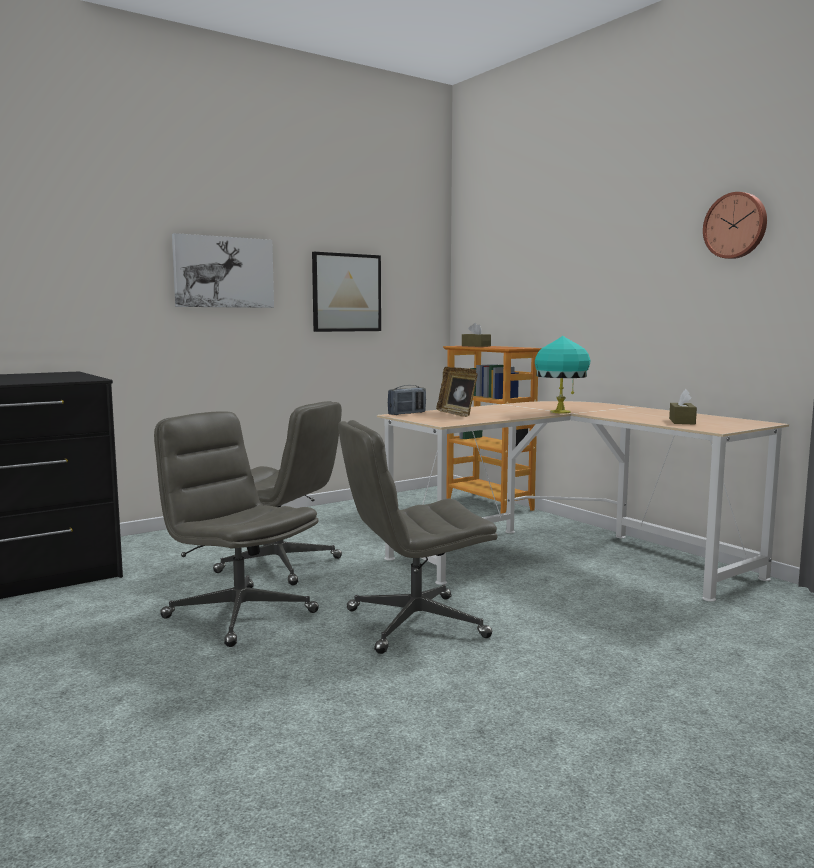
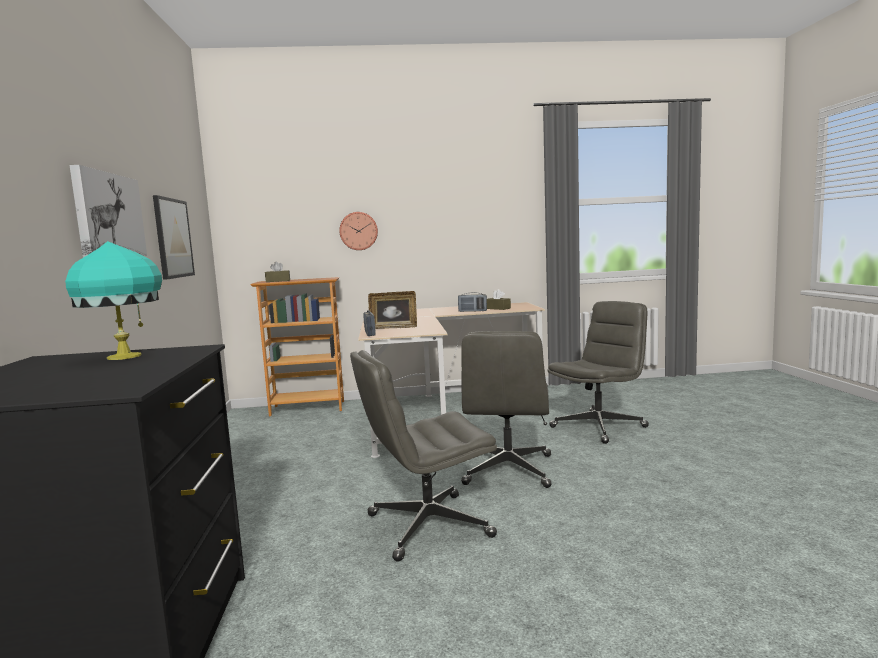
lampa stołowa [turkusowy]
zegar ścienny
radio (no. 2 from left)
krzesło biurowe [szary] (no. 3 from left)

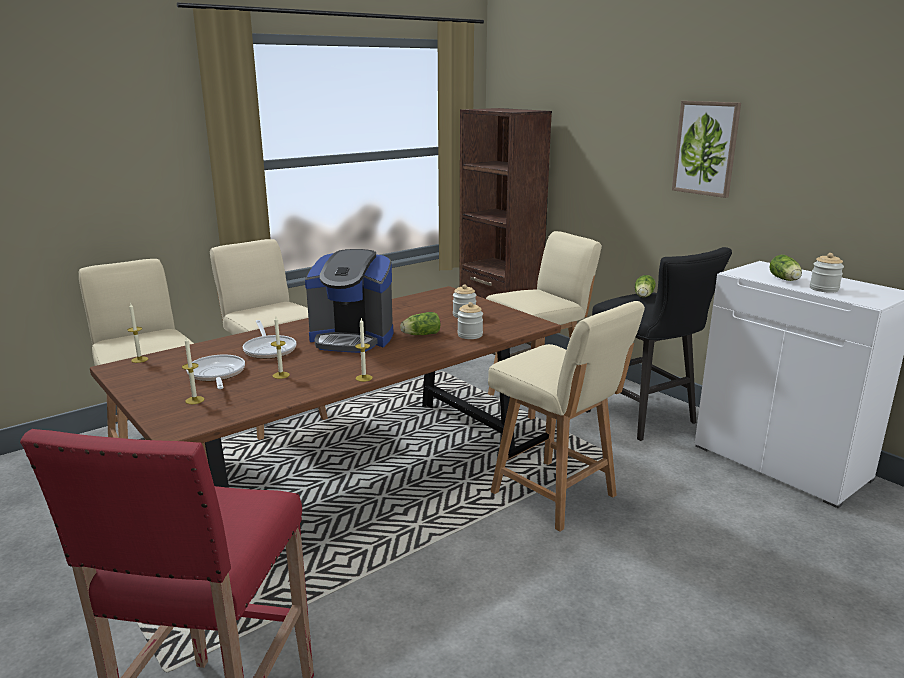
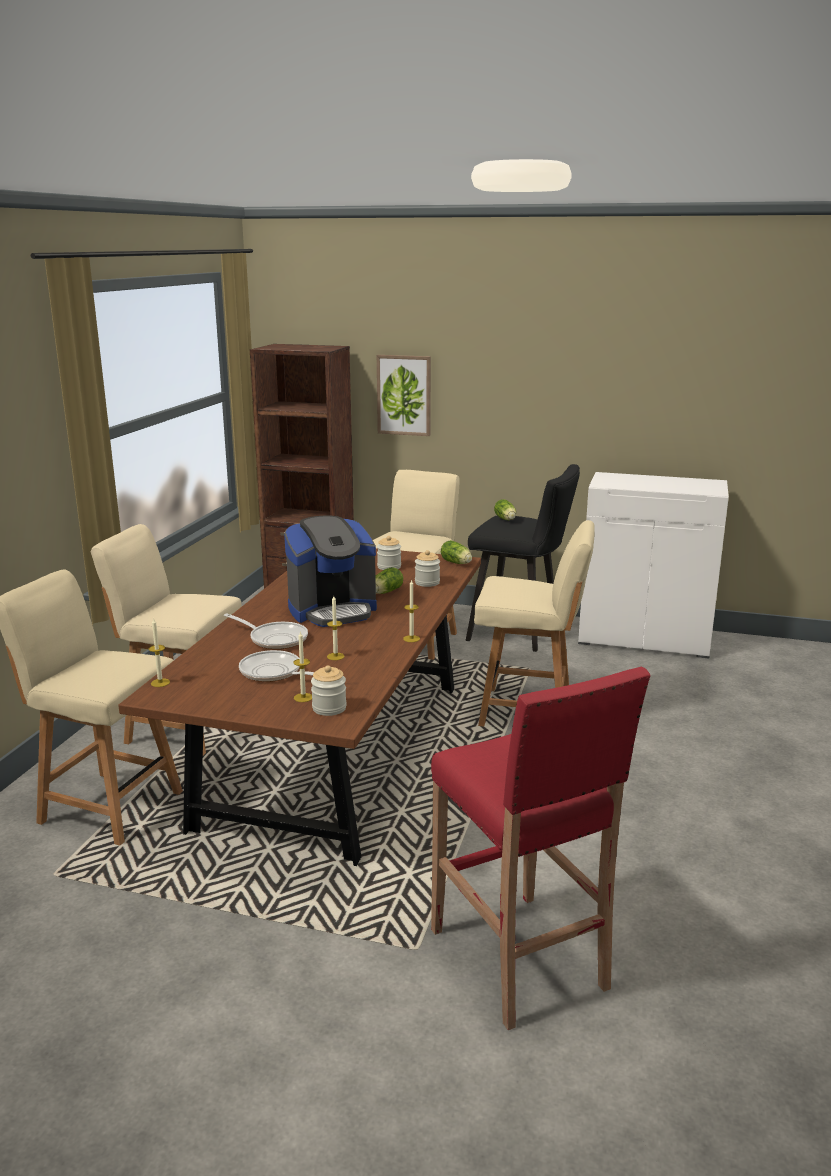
słoik (no. 1 from left)
obraz
sałata (no. 2 from left)

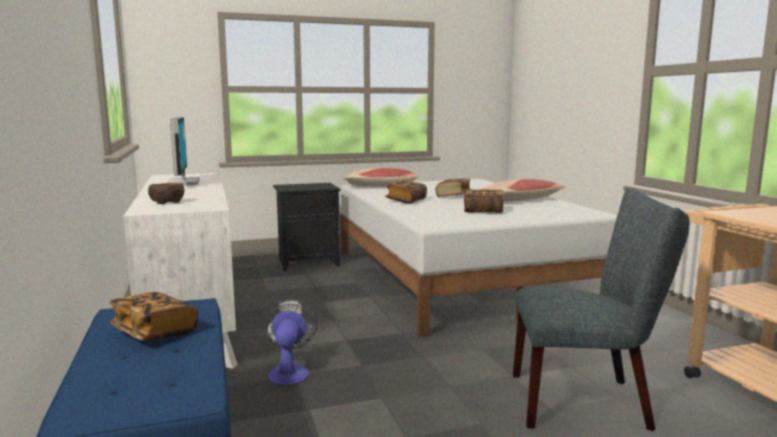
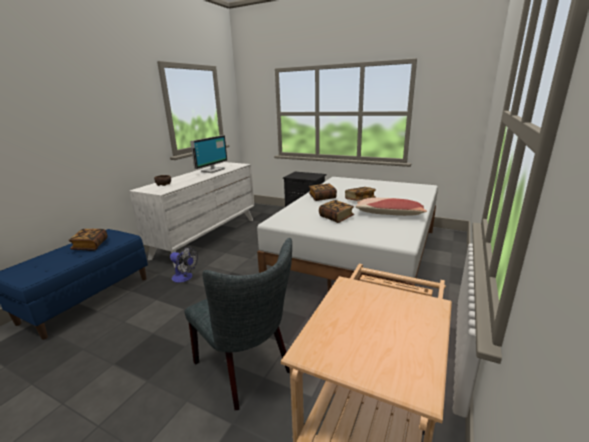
wentylator
poduszka (no. 1 from left in the first image)

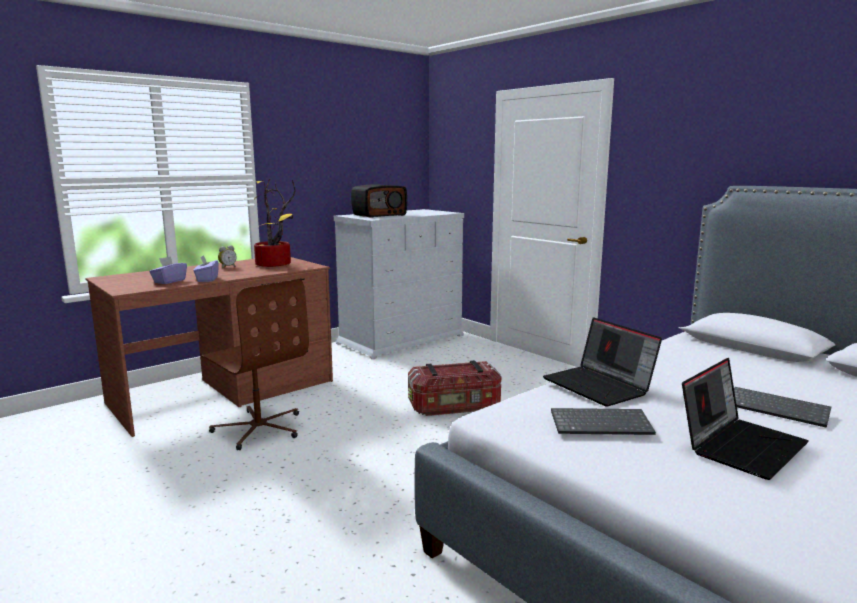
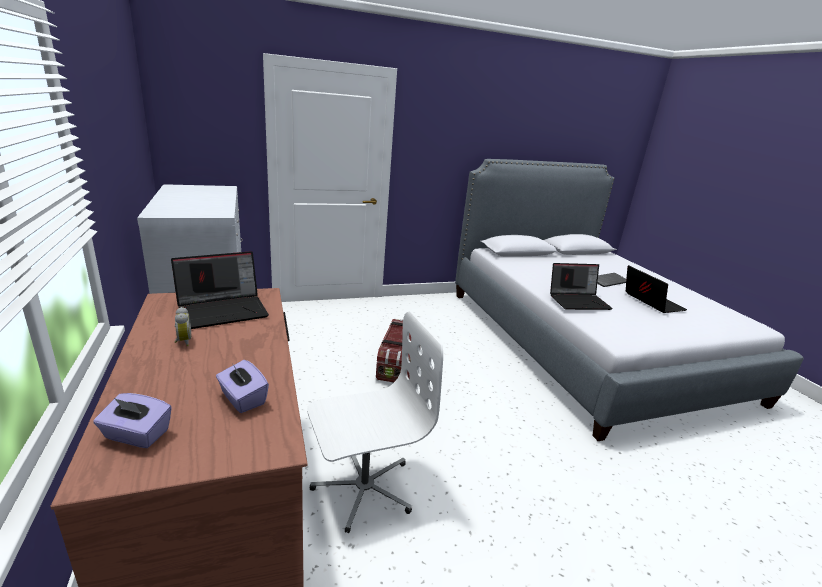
pudełko chusteczek [fioletowy] (no. 1 from left)
laptop (no. 1 from left)
krzesło biurowe [biały]
radio
klawiatura (no. 1 from left in the first image)

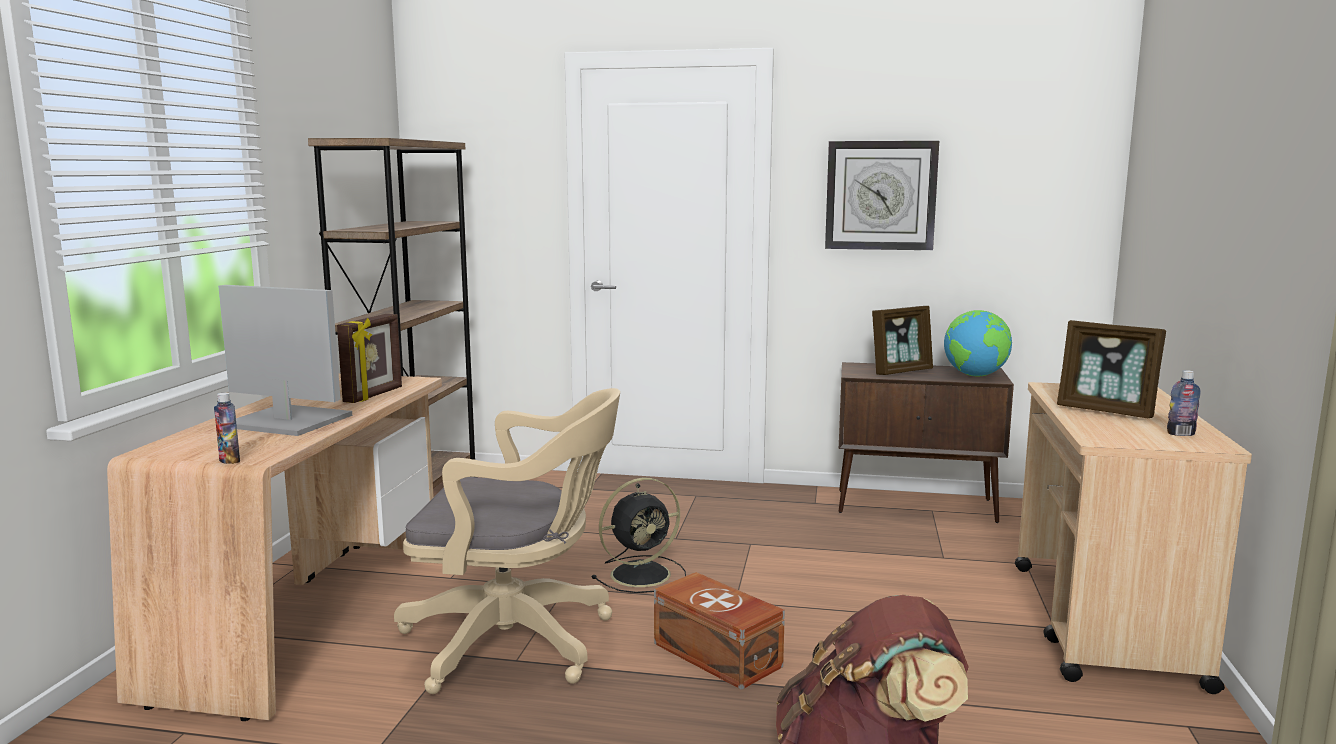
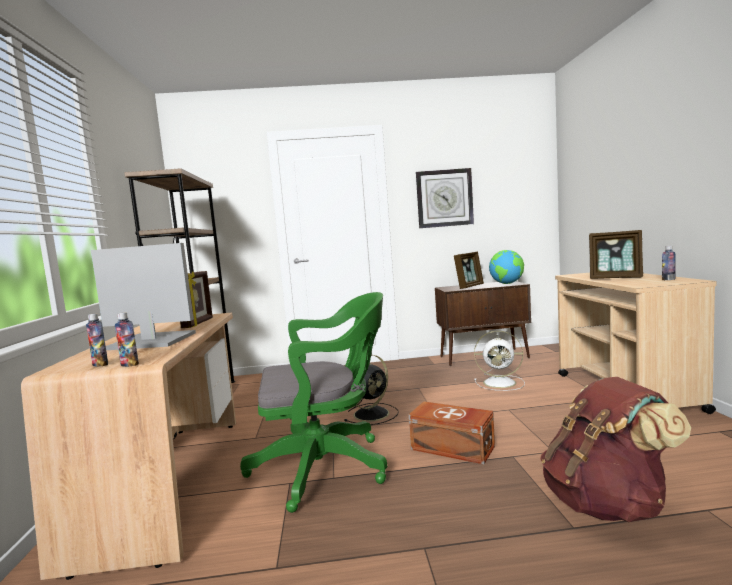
butelka (no. 1 from left)
krzesło biurowe [zielony]
wentylator [biały]

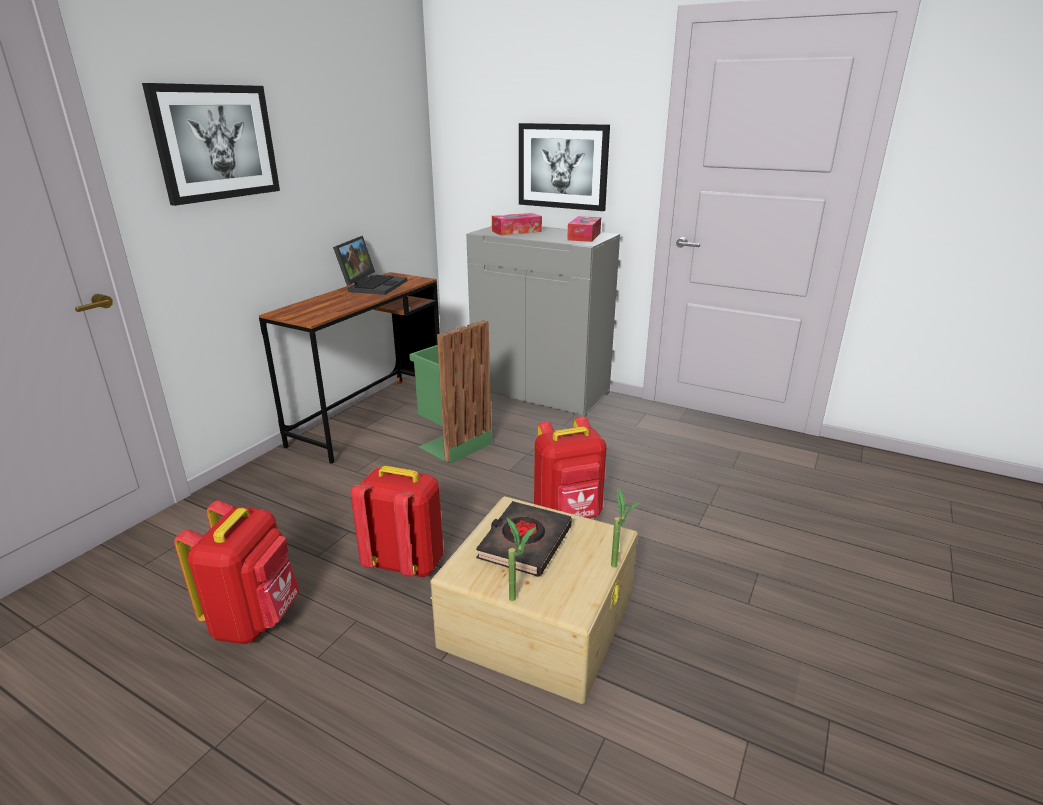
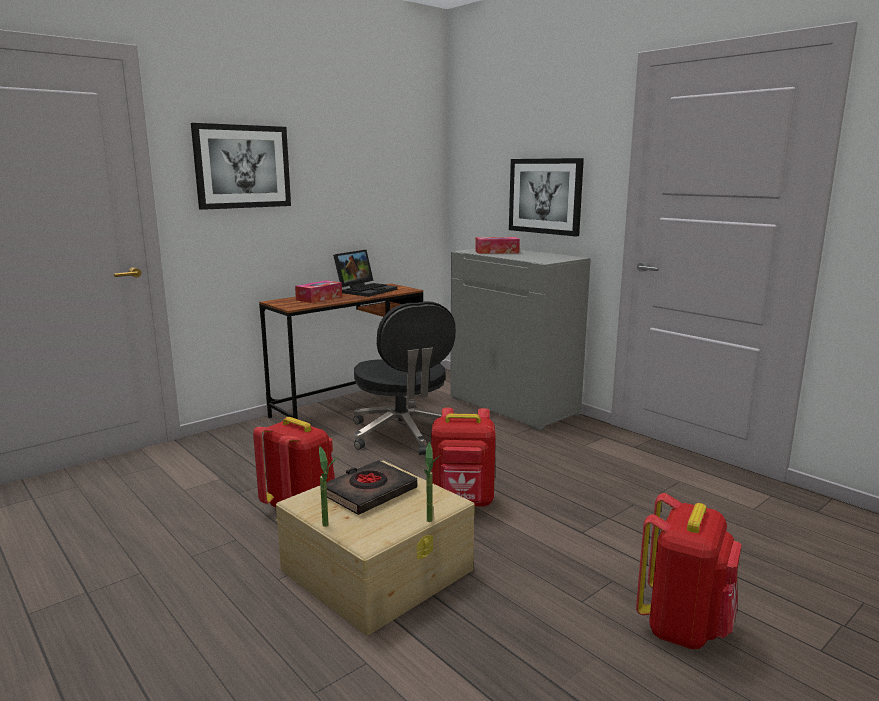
pudełko chusteczek (no. 1 from left)
krzesło biurowe [czarny]
plecak [czerwony] (no. 3 from left)

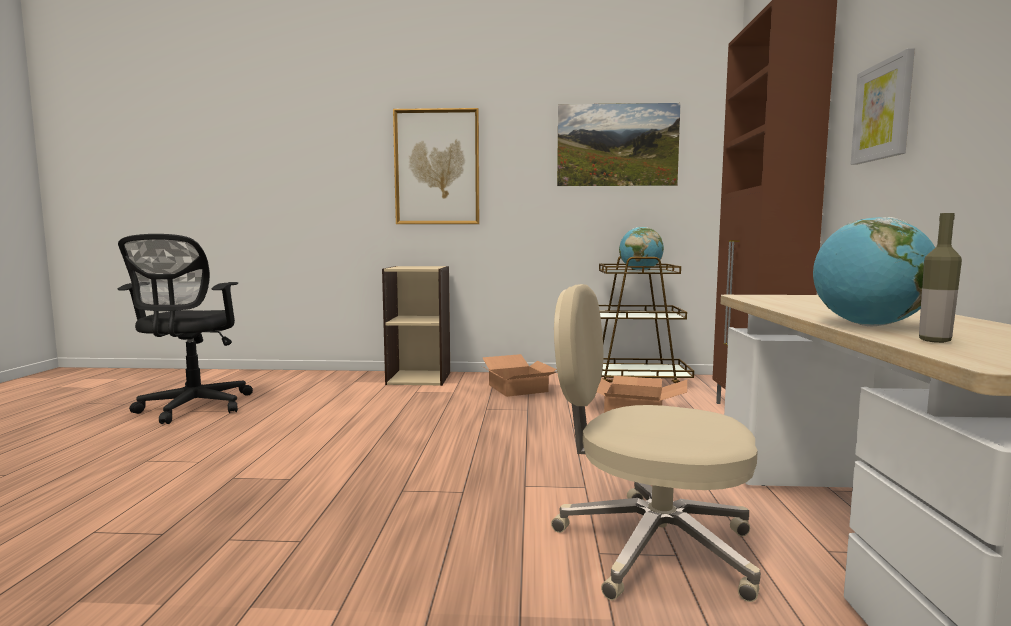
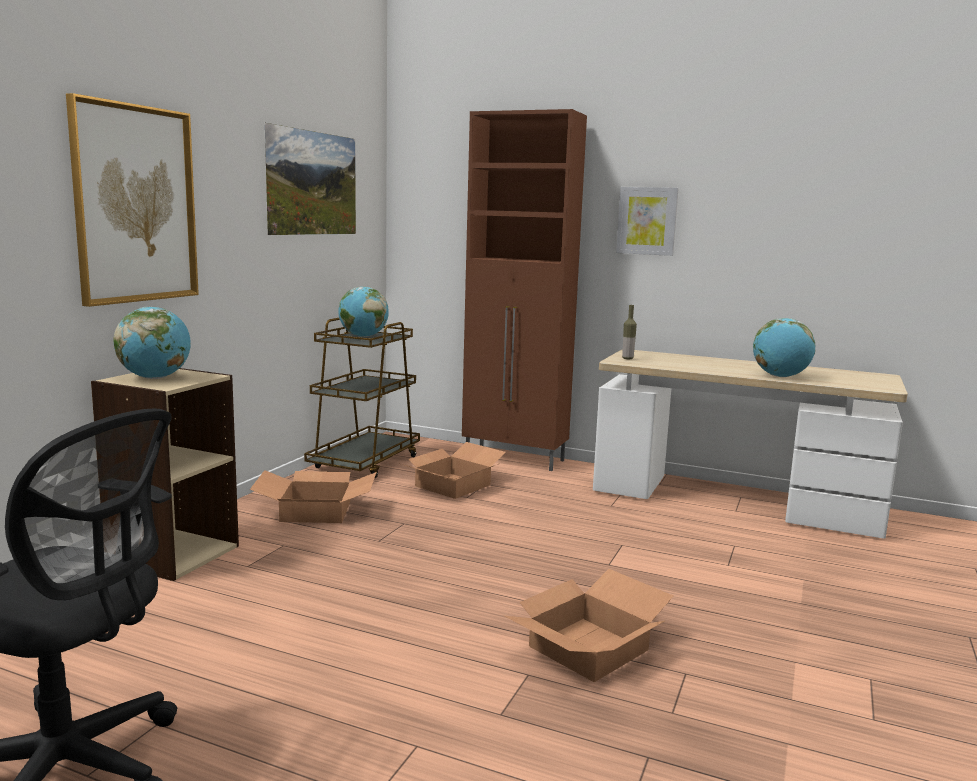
globus (no. 1 from left)
karton (no. 3 from left)
butelka
krzesło biurowe [beżowy]

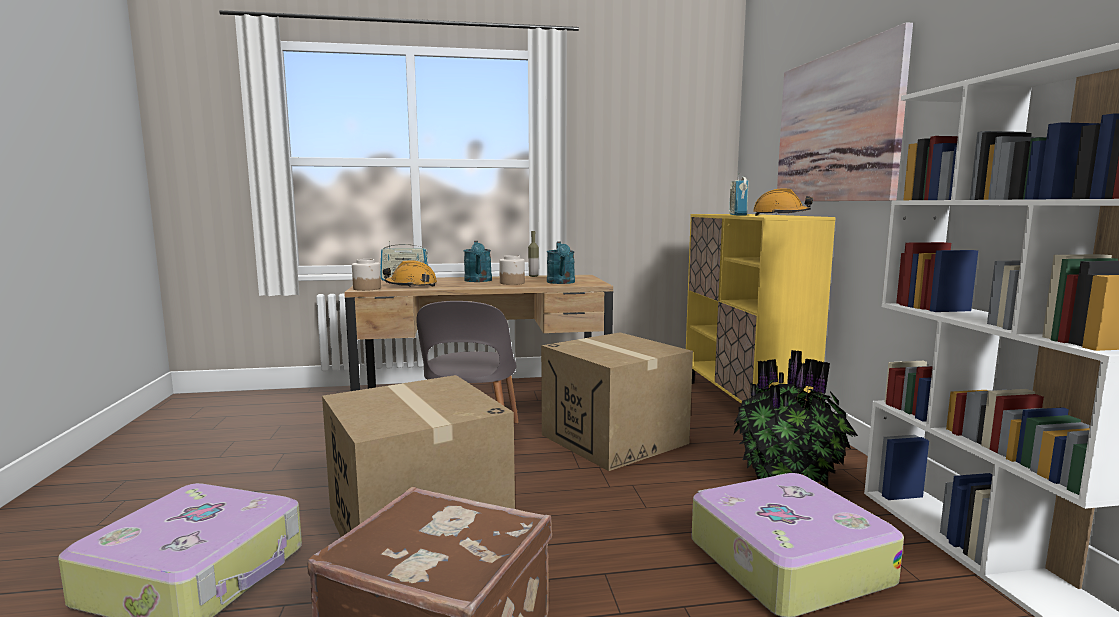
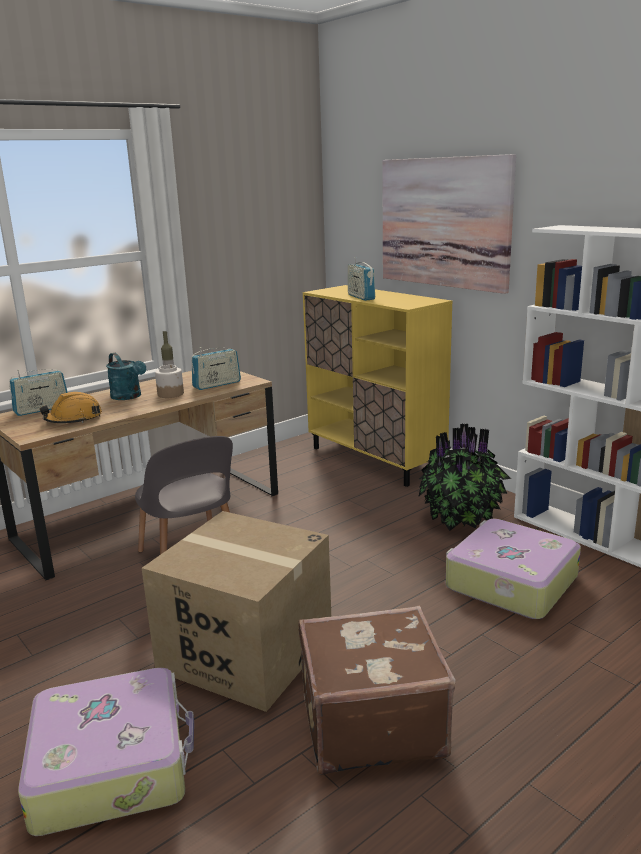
radio (no. 2 from left)
słoik (no. 1 from left in the first image)
karton (no. 2 from left in the first image)
kask [pomarańczowy] (no. 2 from left in the first image)

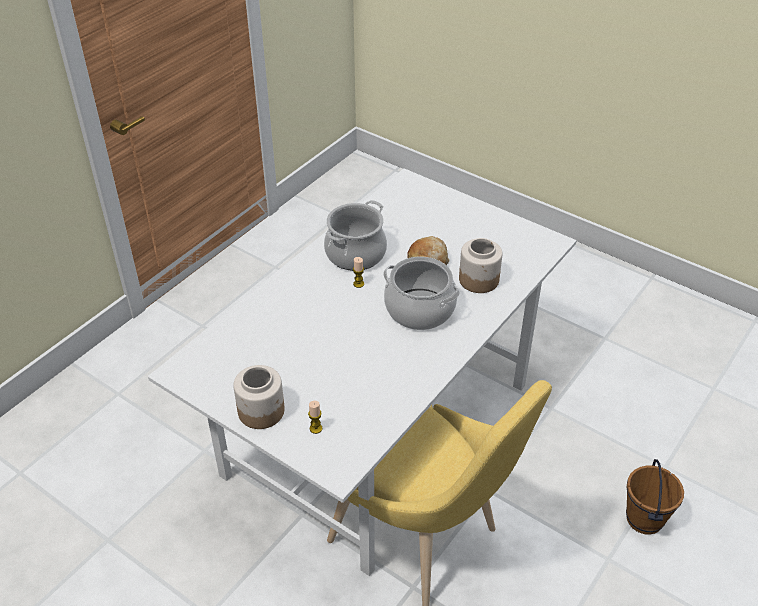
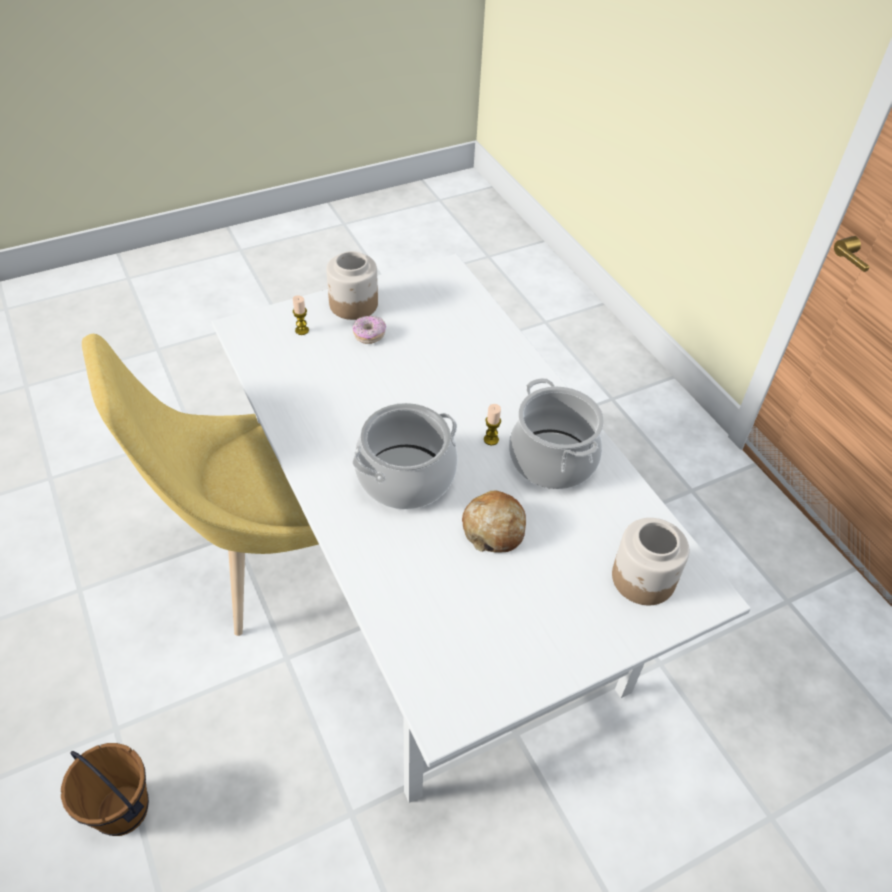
donut
słoik (no. 2 from left)

